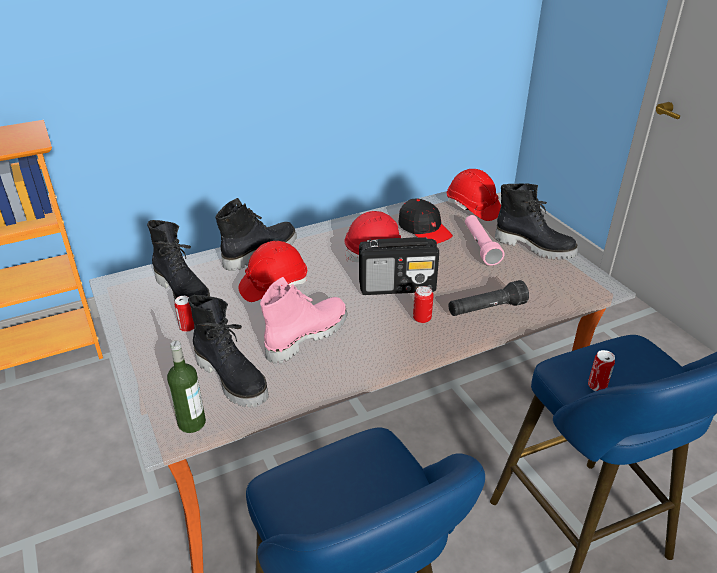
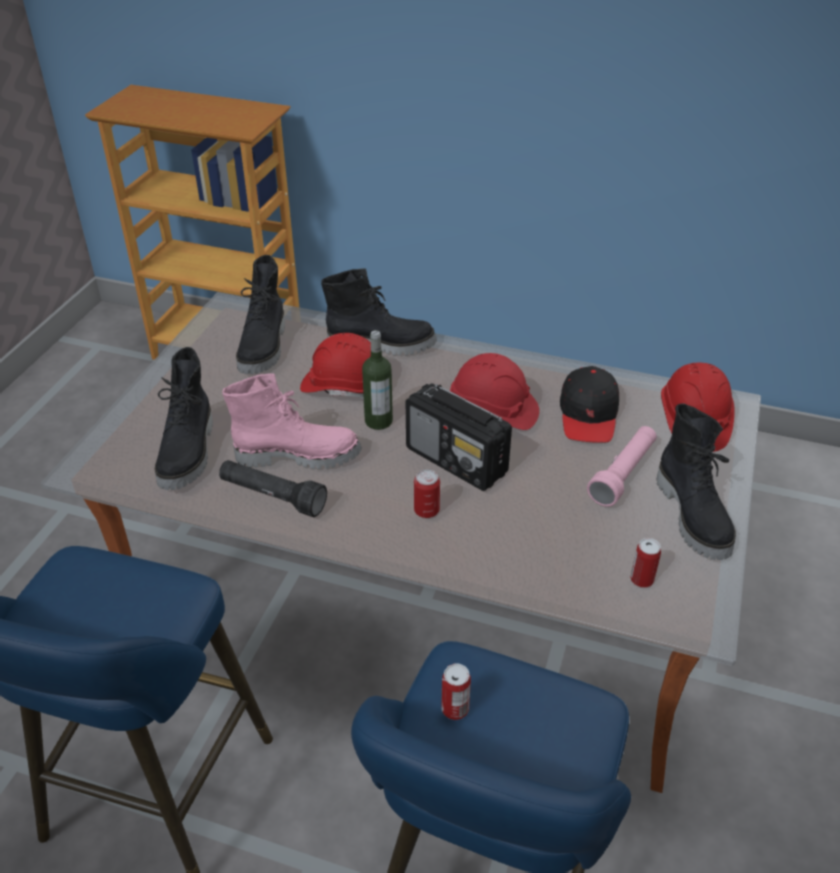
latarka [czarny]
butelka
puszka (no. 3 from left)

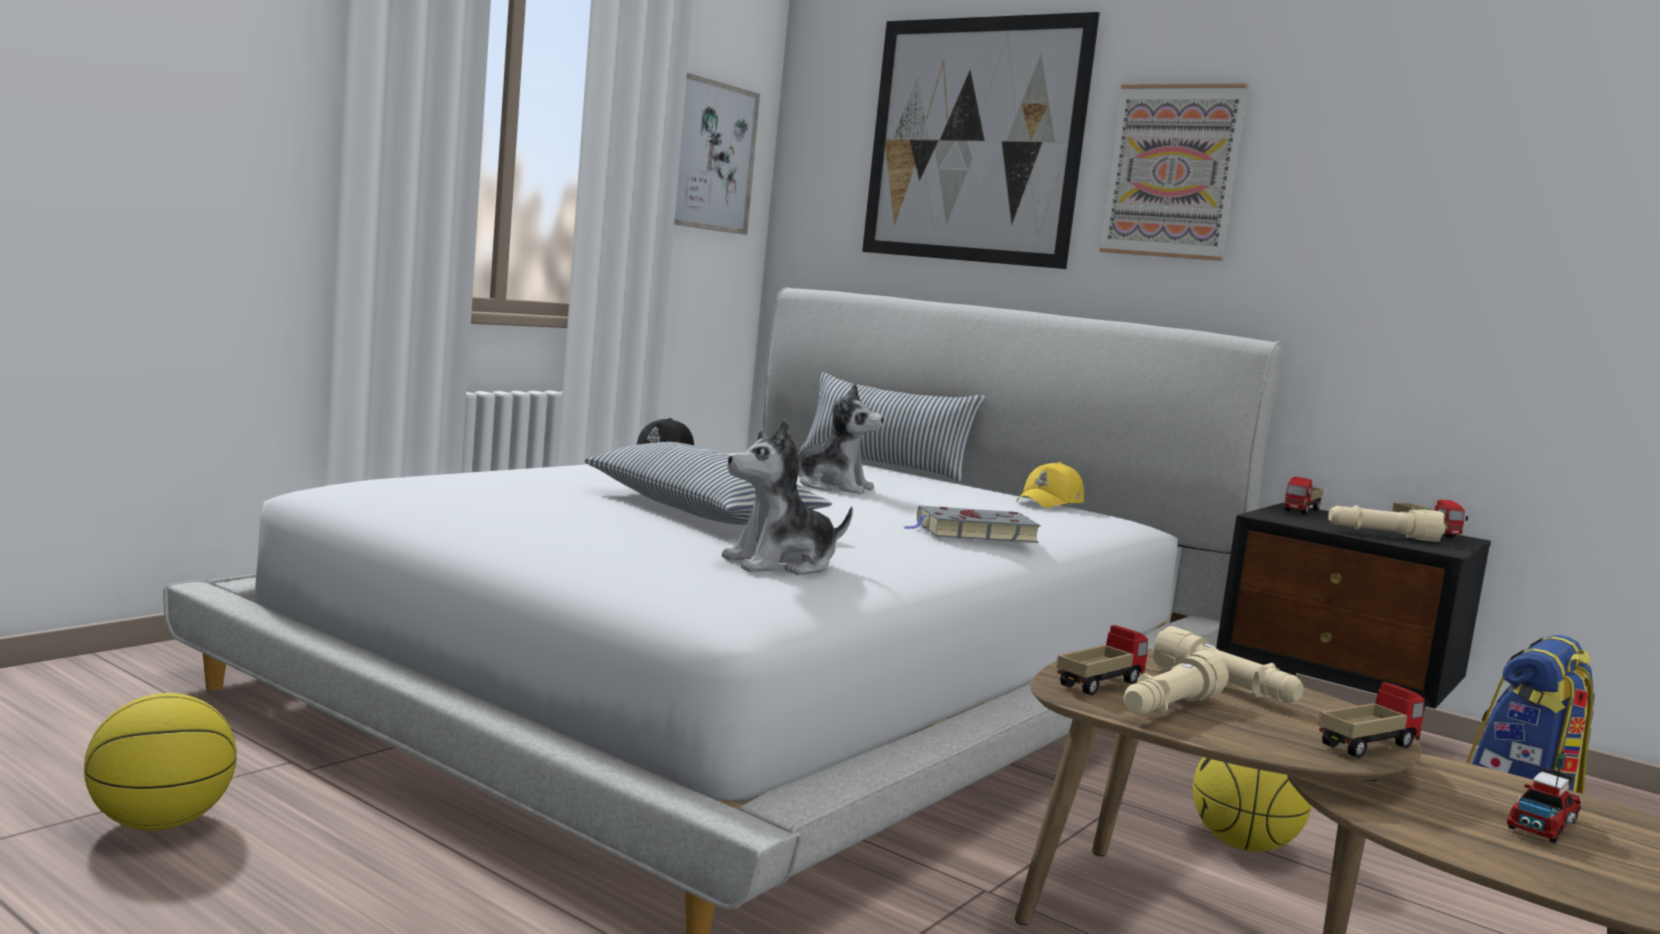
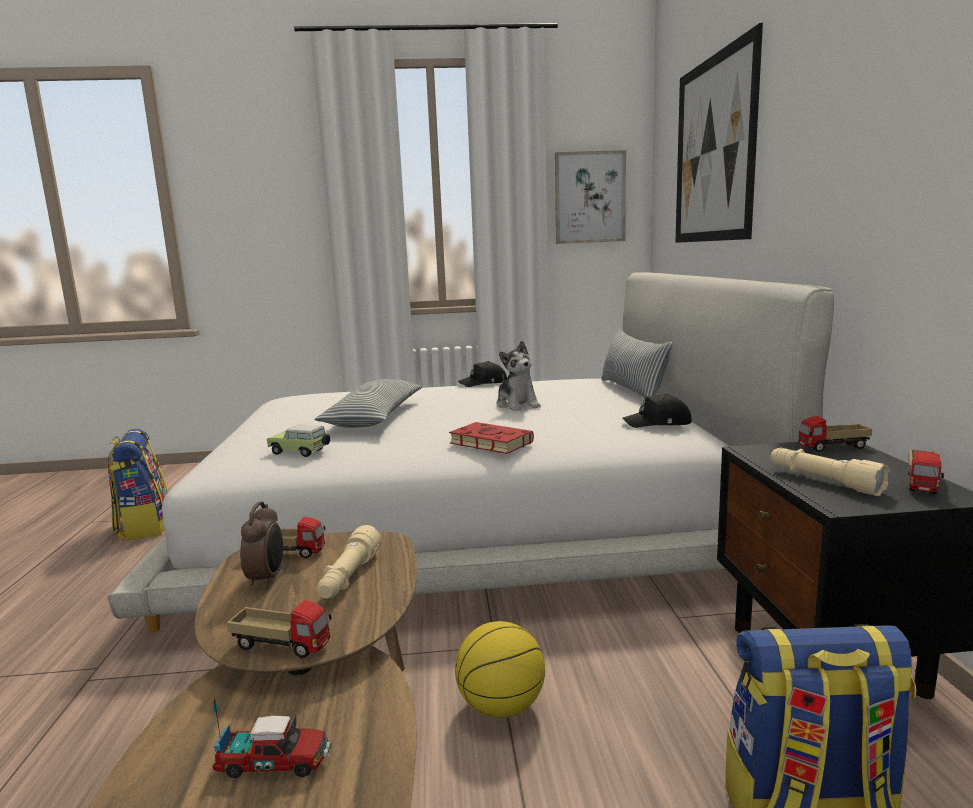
plecak (no. 1 from left)
budzik
samochodzik
książka [czerwony]
czapka z daszkiem [czarny] (no. 2 from left)
obraz (no. 3 from left in the first image)

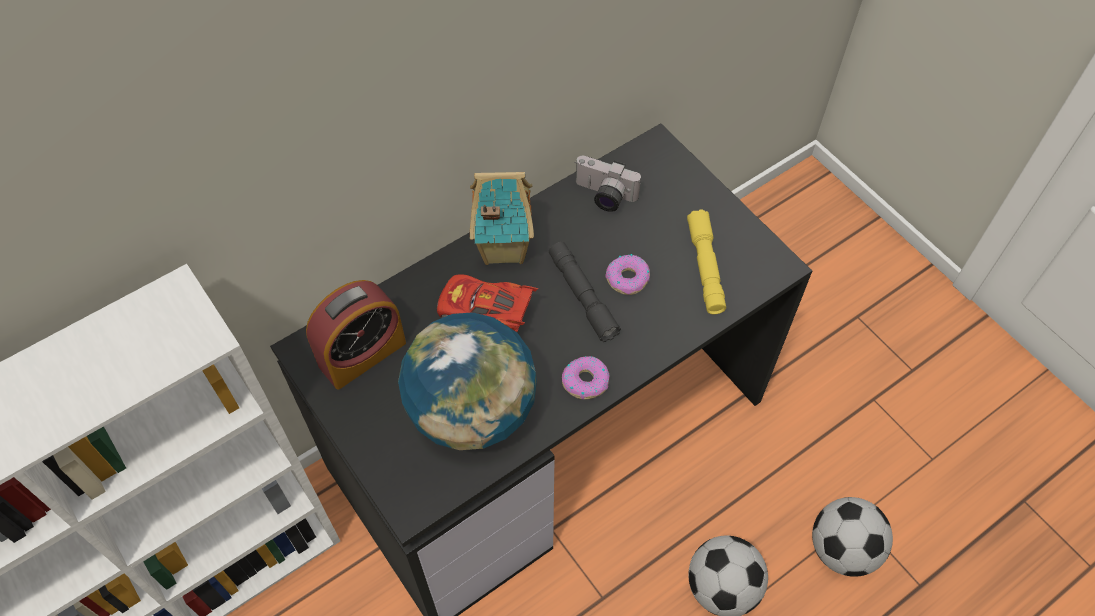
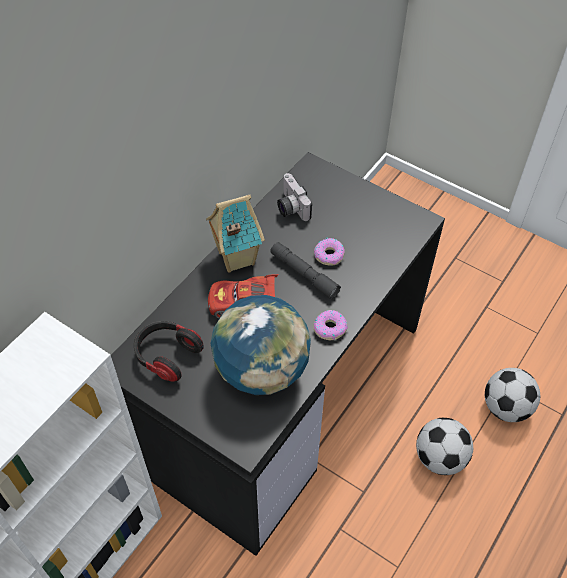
słuchawki
aparat fotograficzny
latarka [żółty]

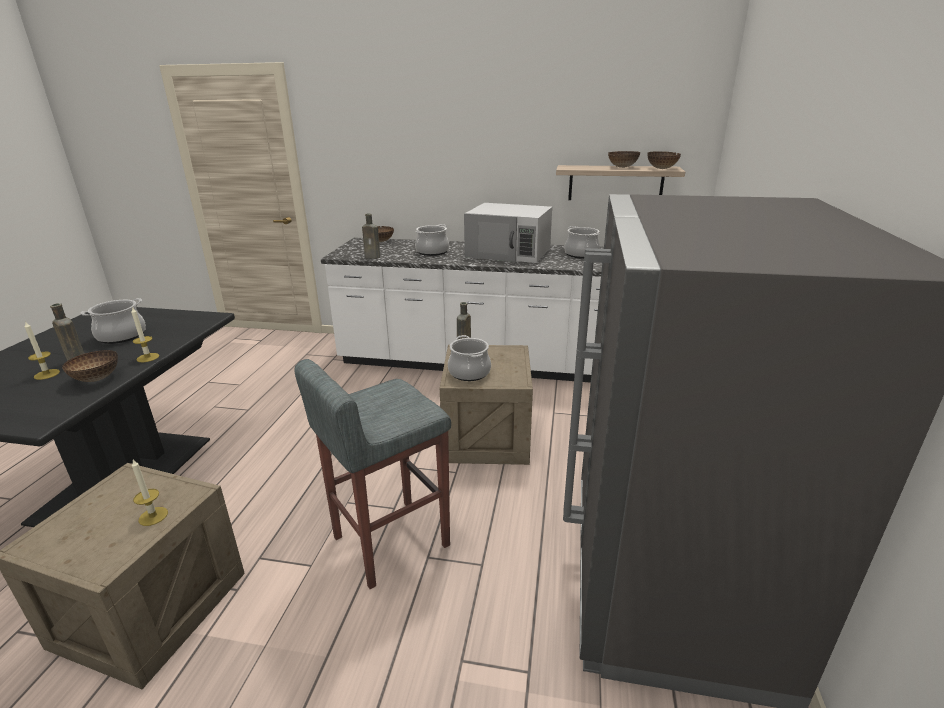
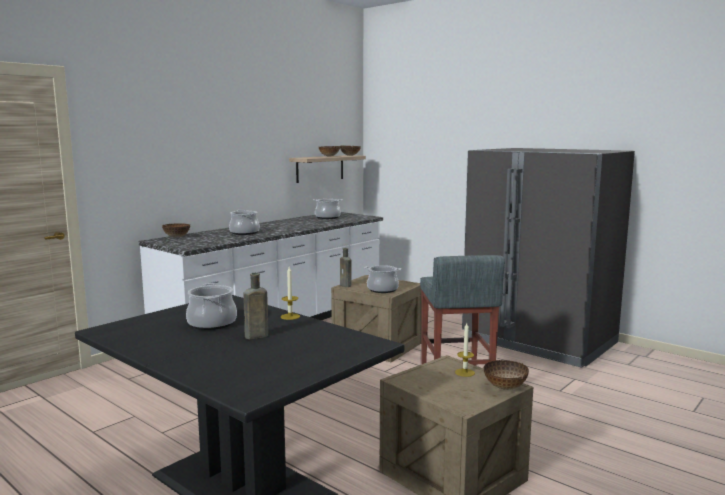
miska (no. 4 from left)
świeca (no. 1 from left in the first image)
butelka [brązowy] (no. 2 from left in the first image)
mikrofalówka [biały]

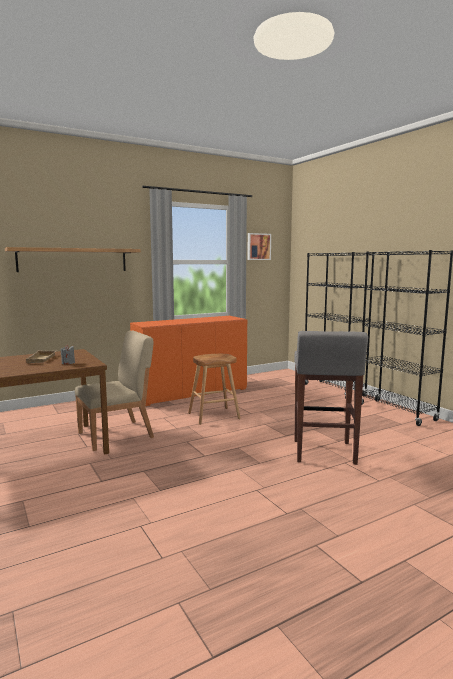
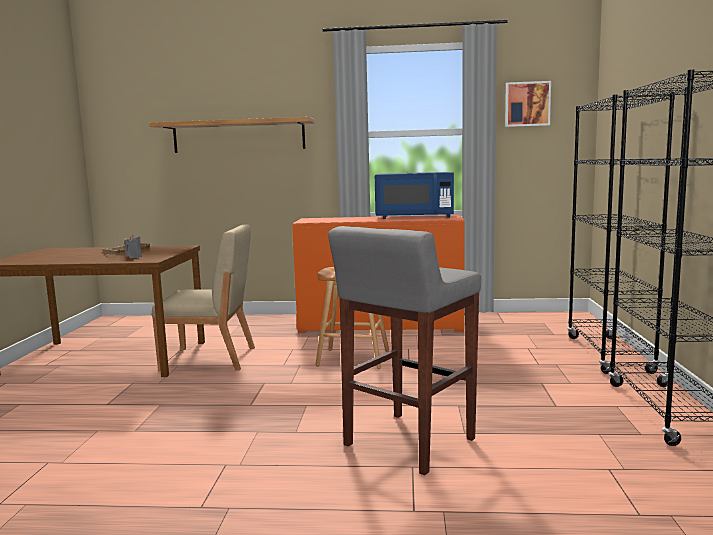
mikrofalówka [niebieski]

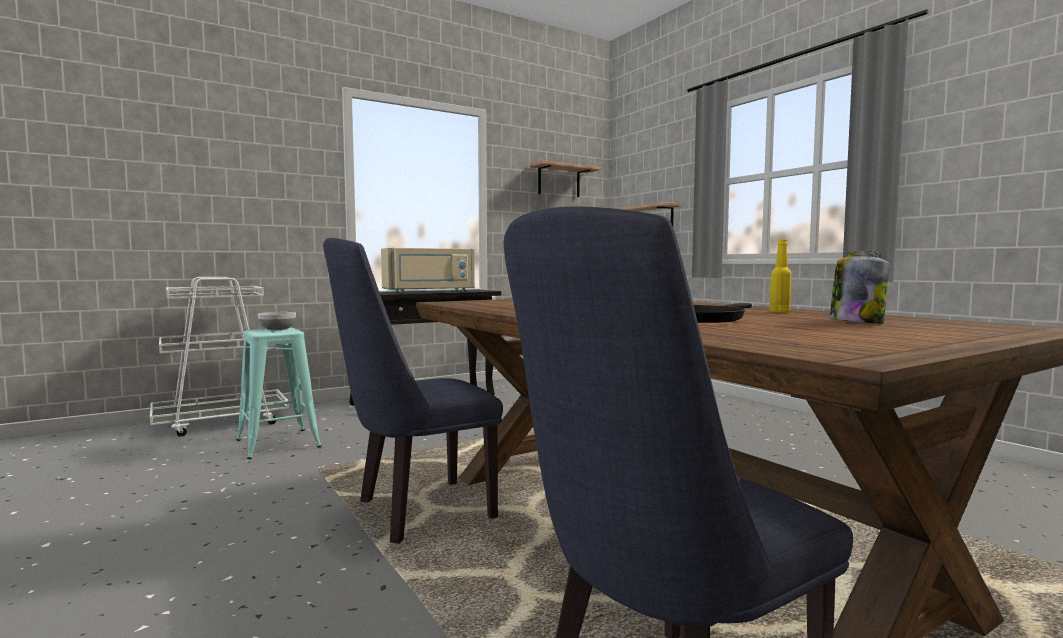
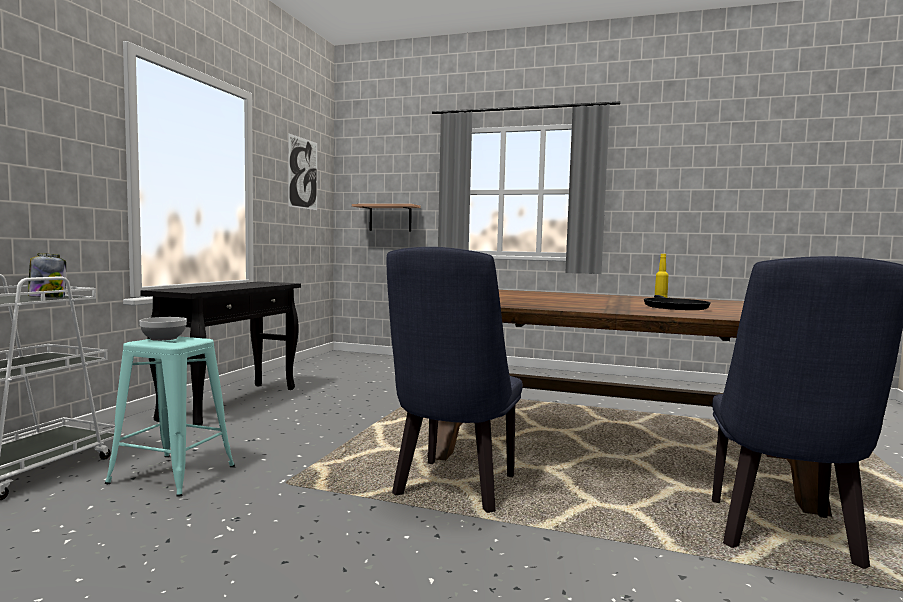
słoik
obraz
mikrofalówka [beżowy]

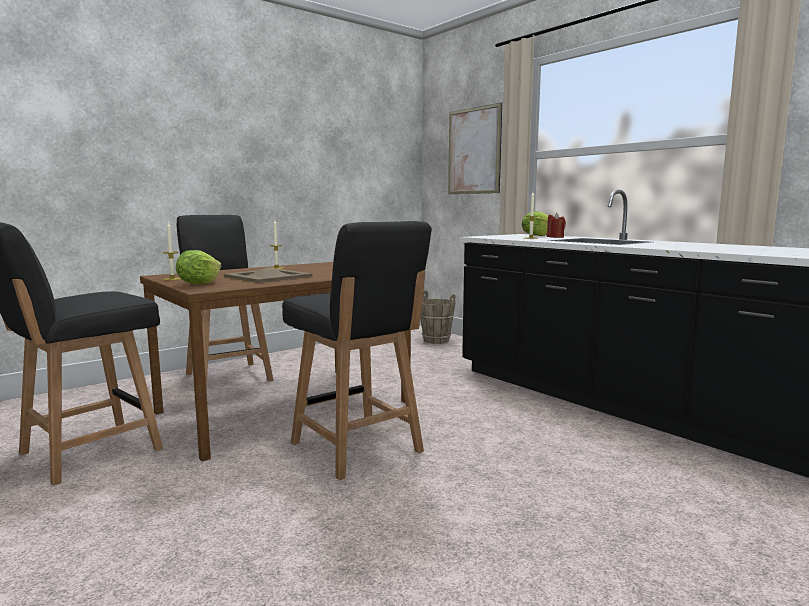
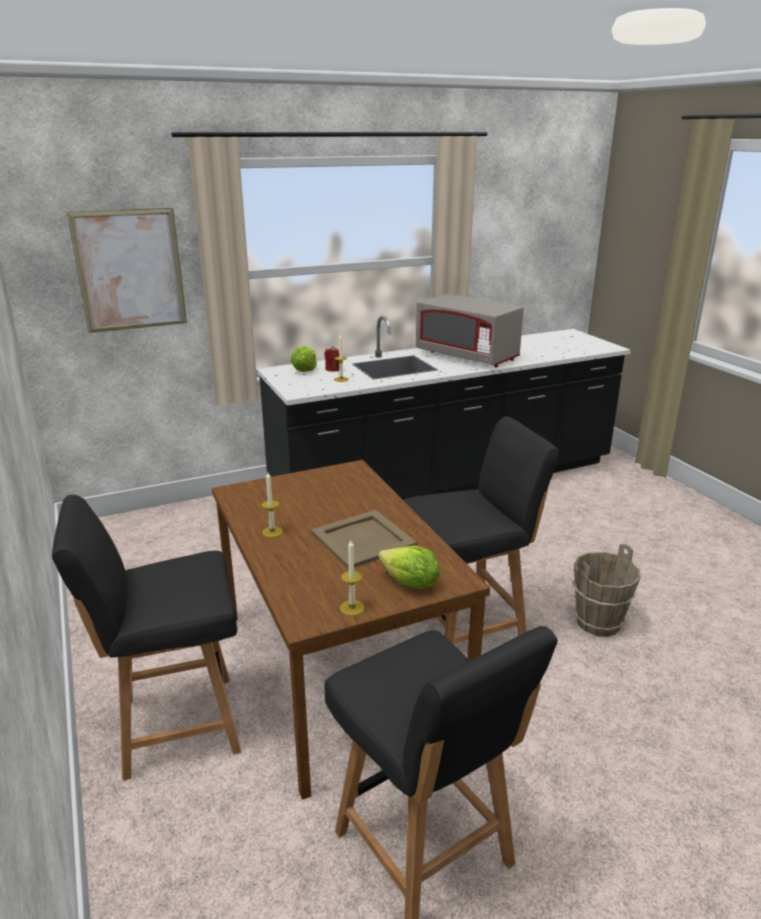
mikrofalówka [szary]
wiadro [brązowy]

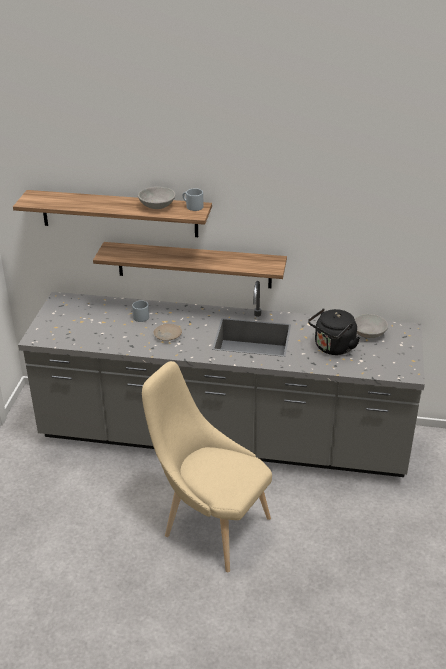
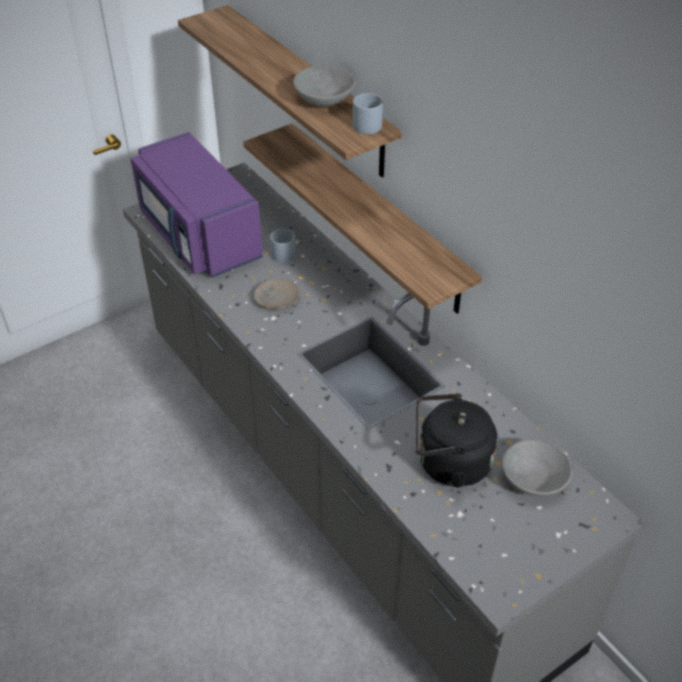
mikrofalówka [fioletowy]
krzesło [beżowy]

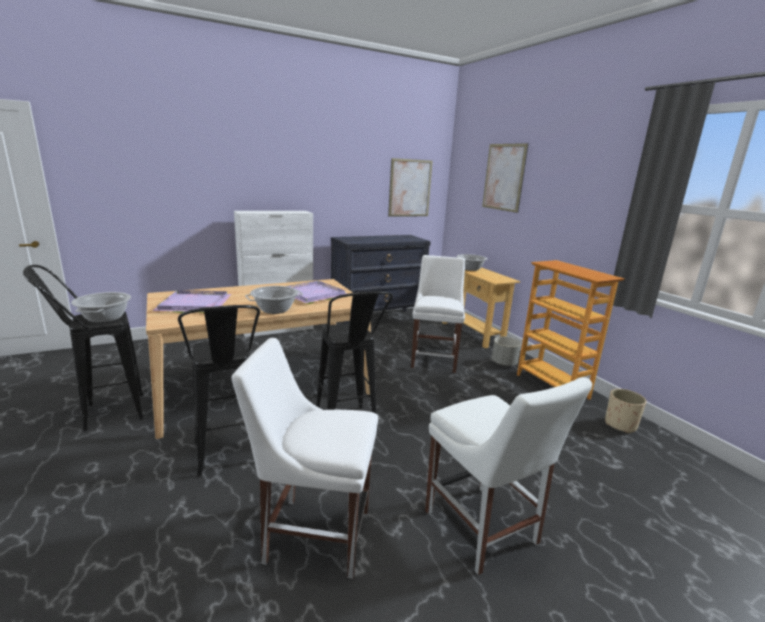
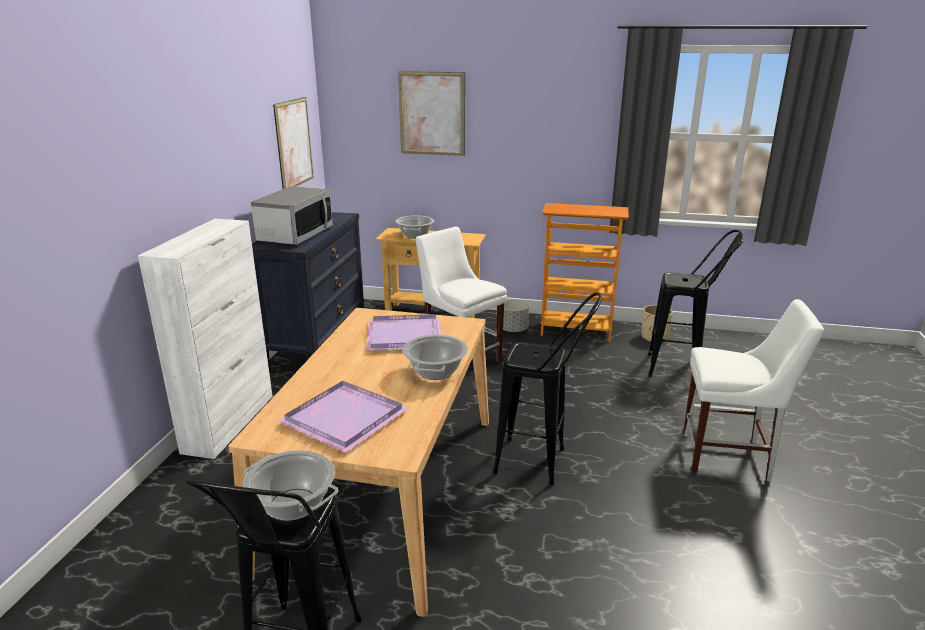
mikrofalówka
stołek [czarny] (no. 3 from left)
krzesło [biały] (no. 1 from left in the first image)

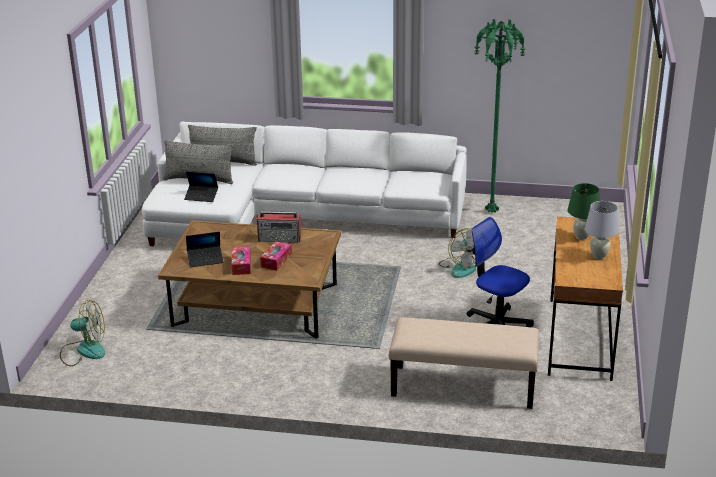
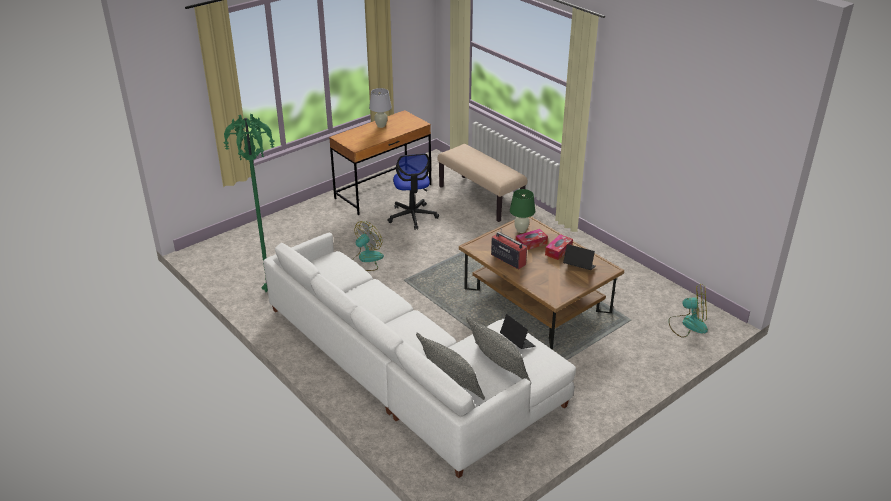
lampa stołowa [zielony]
wentylator (no. 2 from left)

